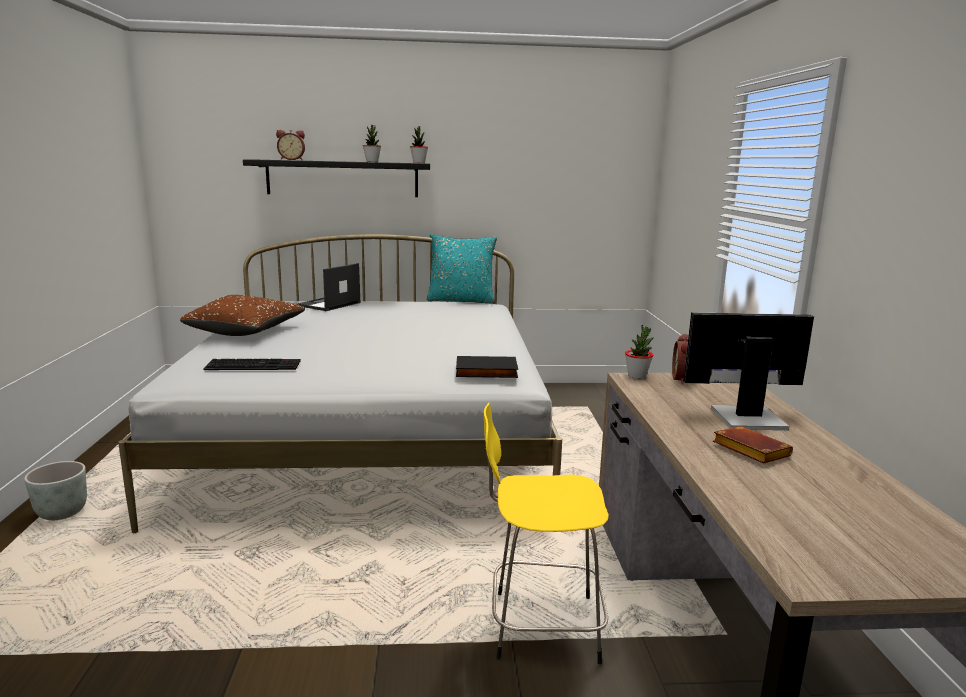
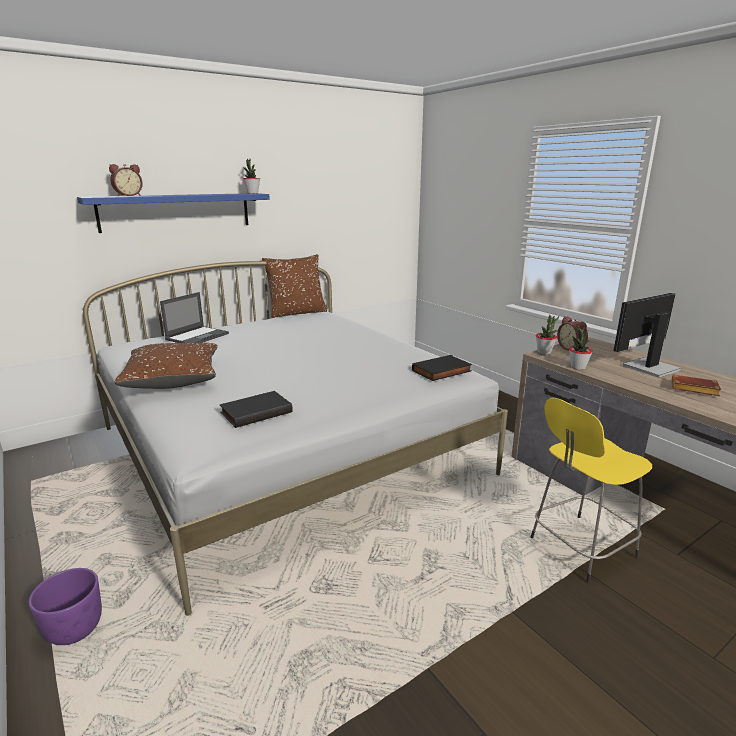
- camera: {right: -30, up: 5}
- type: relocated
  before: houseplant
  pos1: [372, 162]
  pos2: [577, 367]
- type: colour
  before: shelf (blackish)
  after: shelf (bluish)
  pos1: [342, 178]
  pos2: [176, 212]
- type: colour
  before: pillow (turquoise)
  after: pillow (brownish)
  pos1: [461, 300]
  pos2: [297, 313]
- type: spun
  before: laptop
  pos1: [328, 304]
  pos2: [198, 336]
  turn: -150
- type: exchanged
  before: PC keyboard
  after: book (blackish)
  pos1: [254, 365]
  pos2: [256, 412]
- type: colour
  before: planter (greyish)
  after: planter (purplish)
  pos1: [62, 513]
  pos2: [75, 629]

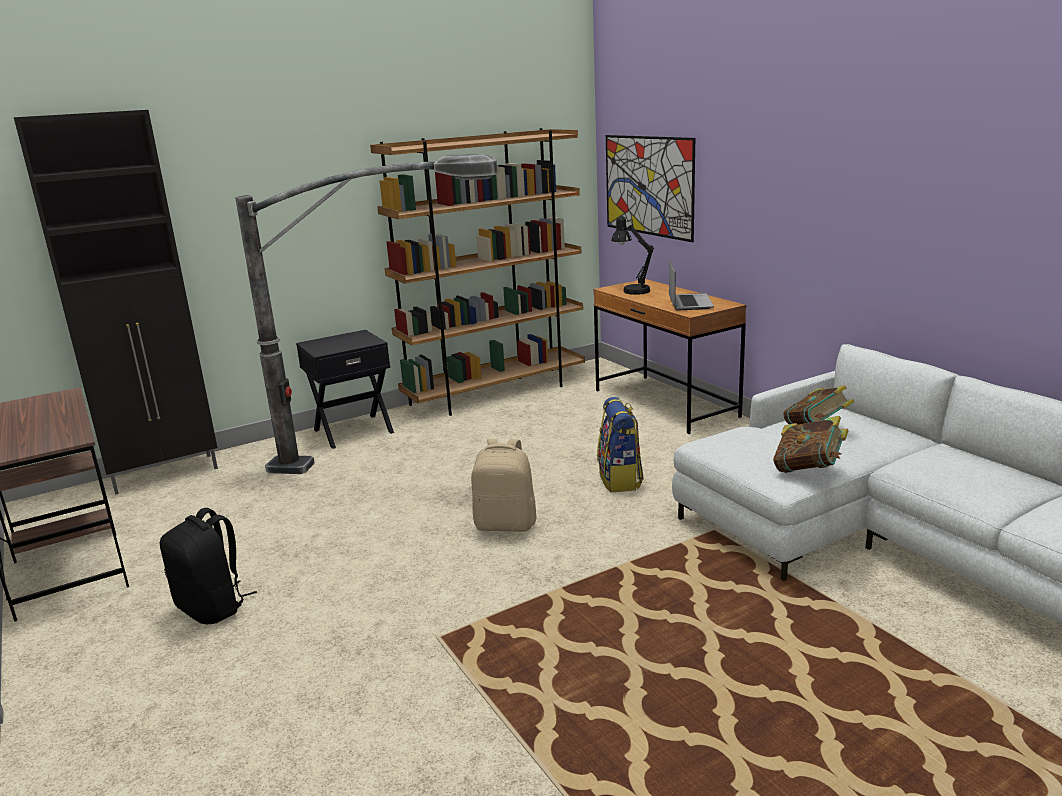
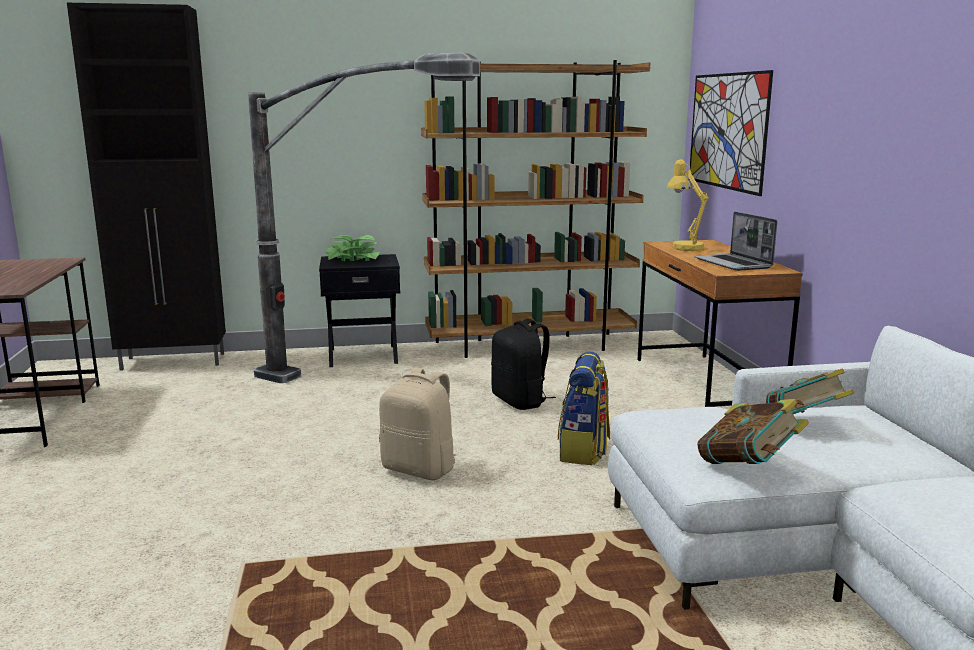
- camera: {right: 20, up: -5}
- type: colour
  before: tabletop lamp (blackish)
  after: tabletop lamp (yellowish)
  pos1: [632, 290]
  pos2: [684, 247]
- type: spun
  before: laptop
  pos1: [689, 303]
  pos2: [734, 264]
  turn: 135
- type: relocated
  before: rucksack (blackish)
  pos1: [213, 607]
  pos2: [520, 401]
- type: appeared
  after: houseplant
  pos2: [353, 259]

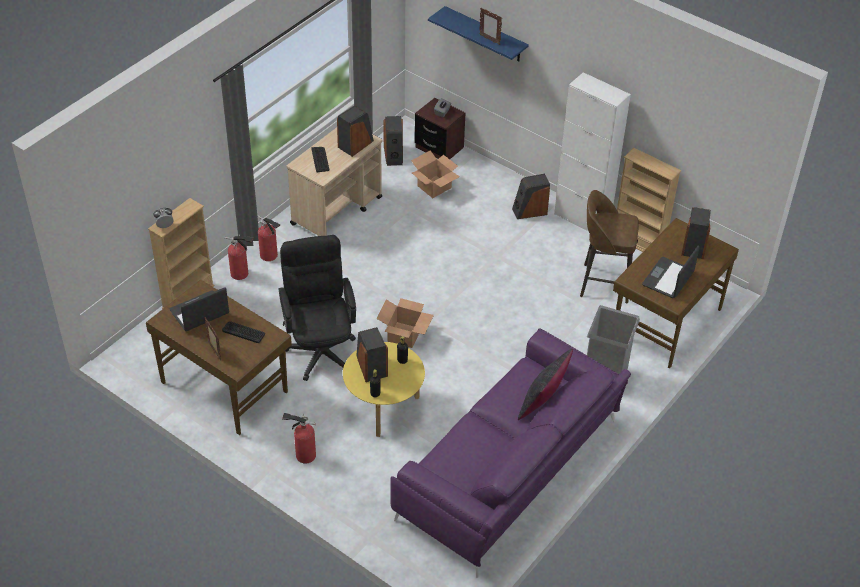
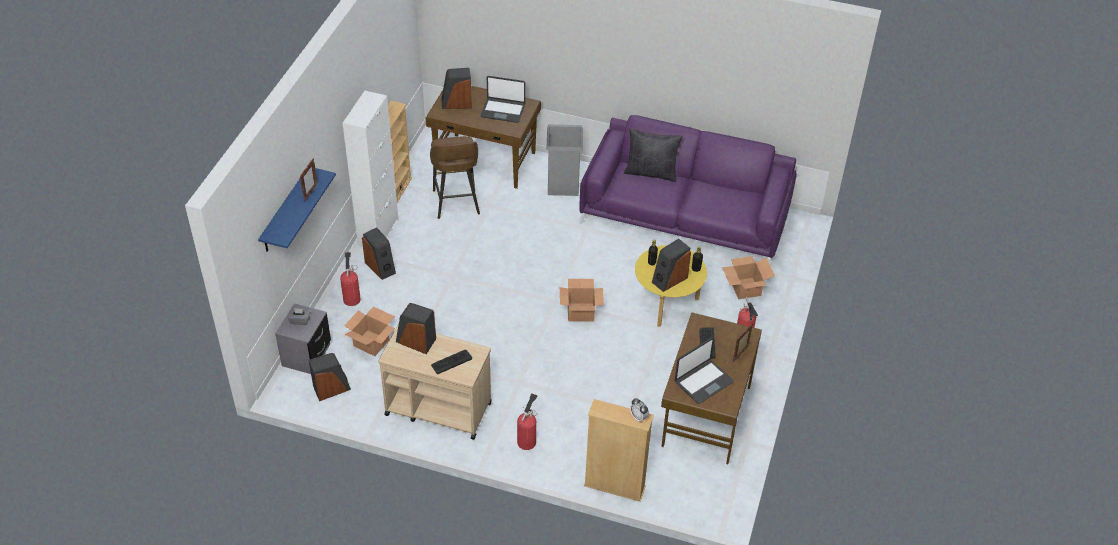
- camera: {right: -110, up: 0}
- type: colour
  before: night table (brownish)
  after: night table (greyish)
  pos1: [439, 147]
  pos2: [306, 355]
- type: relocated
  before: fire-fighting cylinder
  pos1: [241, 274]
  pos2: [352, 298]
- type: missing
  before: computer chair (blackish)
  pos1: [320, 347]
- type: spun
  before: laptop
  pos1: [200, 313]
  pos2: [703, 381]
  turn: -75
- type: appeared
  after: cardboard box
  pos2: [746, 289]

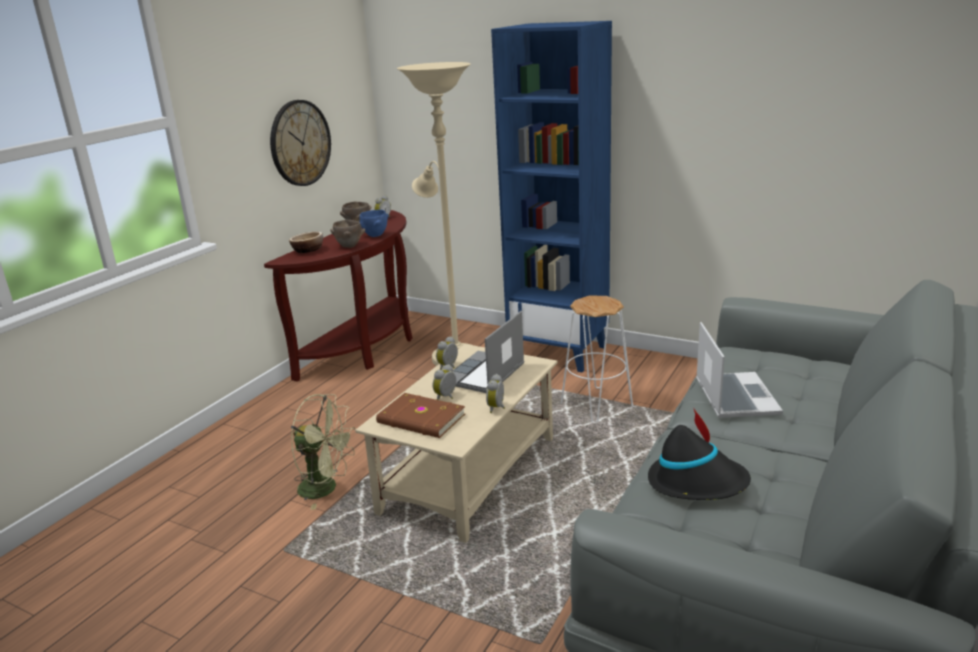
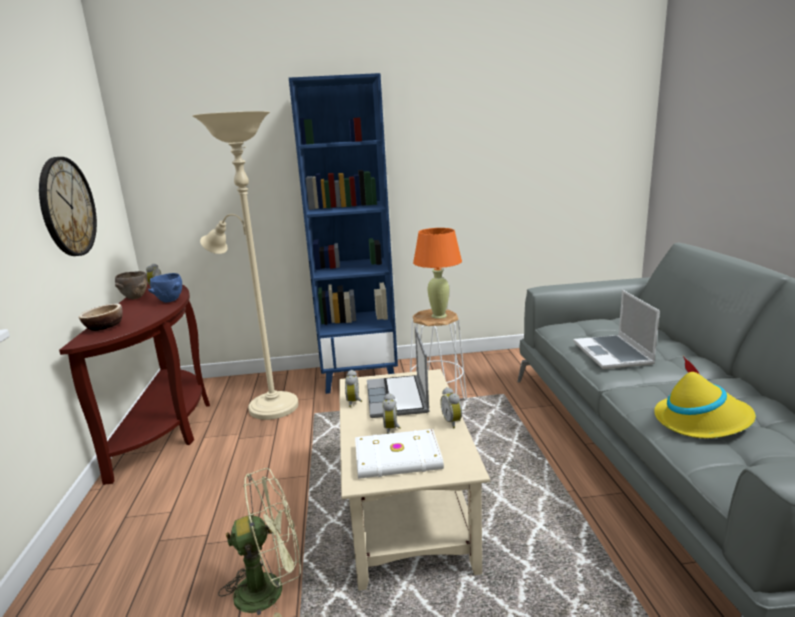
- camera: {right: -35, up: -5}
- type: missing
  before: serving bowl (brownish)
  pos1: [349, 246]
- type: spun
  before: laptop
  pos1: [734, 396]
  pos2: [613, 354]
  turn: -150
- type: colour
  before: book (brownish)
  after: book (white)
  pos1: [421, 420]
  pos2: [398, 458]
- type: colour
  before: hat (blackish)
  after: hat (yellowish)
  pos1: [697, 482]
  pos2: [702, 421]
- type: appeared
  after: tabletop lamp (orangey)
  pos2: [439, 316]

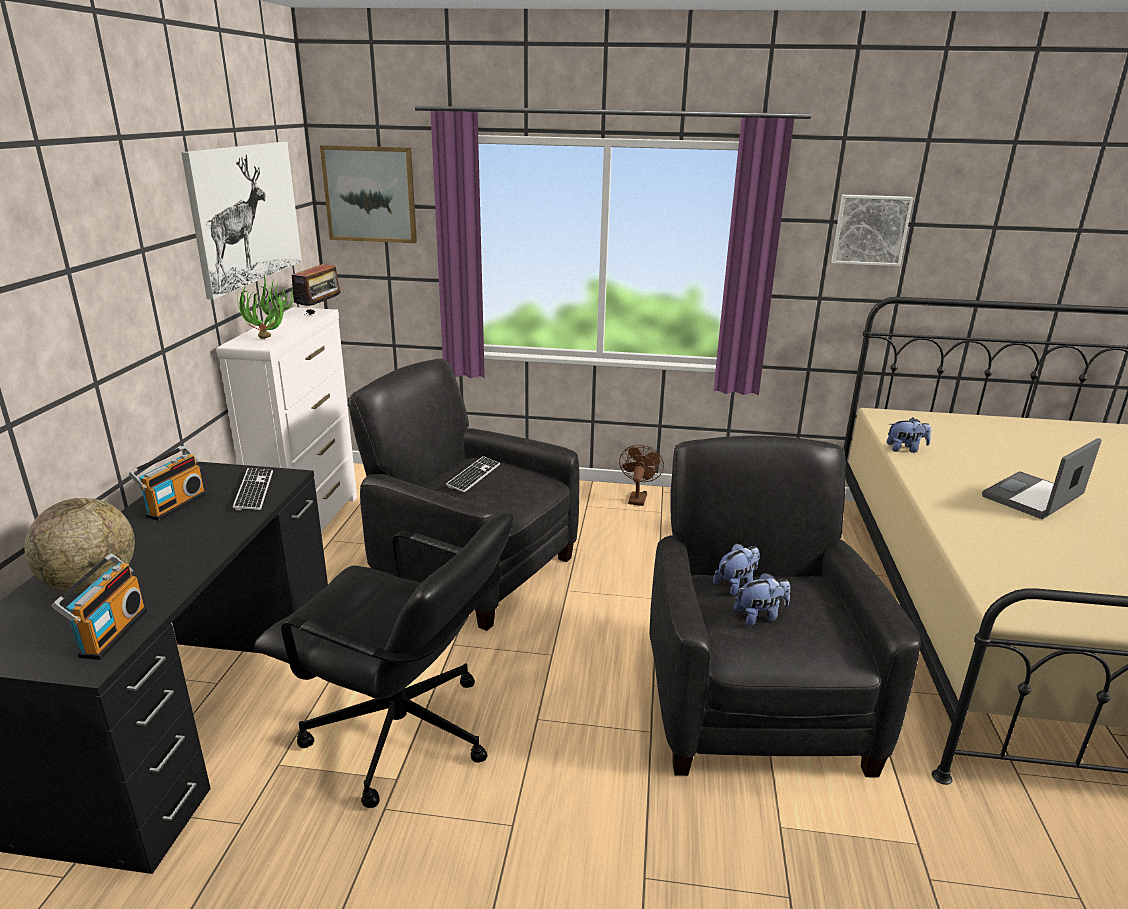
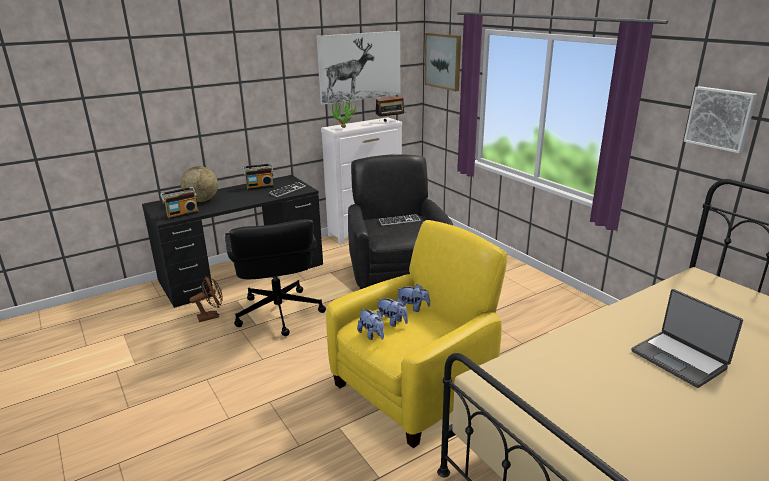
- camera: {right: 50, up: 0}
- type: relocated
  before: cuddly toy
  pos1: [905, 449]
  pos2: [372, 335]
- type: colour
  before: armchair (blackish)
  after: armchair (yellowish)
  pos1: [754, 703]
  pos2: [415, 387]
- type: spun
  before: laptop
  pos1: [1033, 498]
  pos2: [679, 359]
  turn: -135
- type: relocated
  before: fan (brownish)
  pos1: [638, 497]
  pos2: [211, 316]

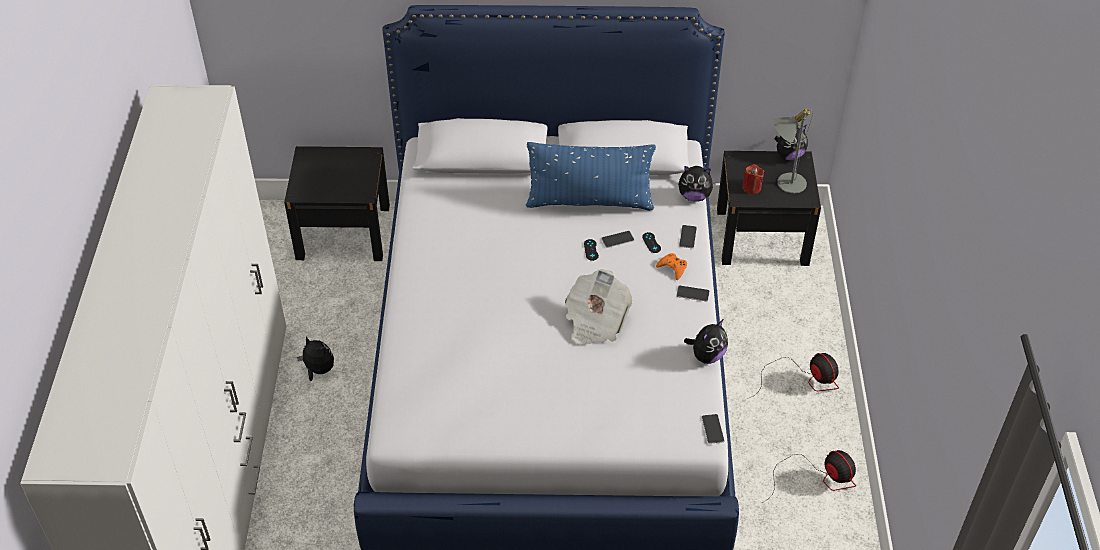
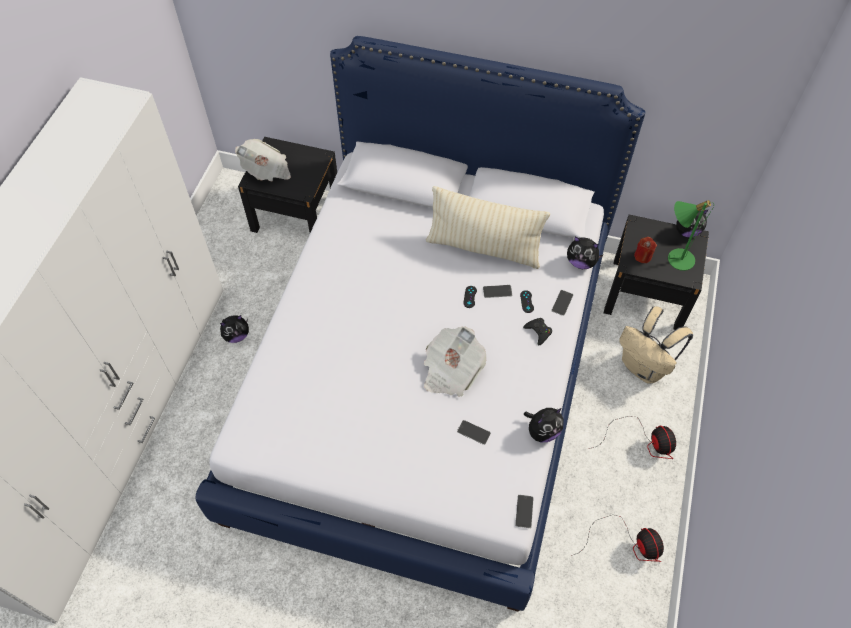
- camera: {right: 15, up: 10}
- type: colour
  before: tabletop lamp (greyish)
  after: tabletop lamp (green-coloured)
  pos1: [785, 181]
  pos2: [676, 257]
- type: colour
  before: pillow (bluish)
  after: pillow (beige-coloured)
  pos1: [589, 202]
  pos2: [484, 248]
- type: colour
  before: gamepad (orangey)
  after: gamepad (blackish)
  pos1: [672, 268]
  pos2: [538, 332]
- type: relocated
  before: telephone
  pos1: [693, 293]
  pos2: [473, 432]
- type: spun
  before: cuddly toy
  pos1: [318, 370]
  pos2: [236, 335]
  turn: 105
- type: appeared
  after: newspaper
  pos2: [266, 171]
- type: appeared
  after: rucksack (beige-coloured)
  pos2: [644, 367]

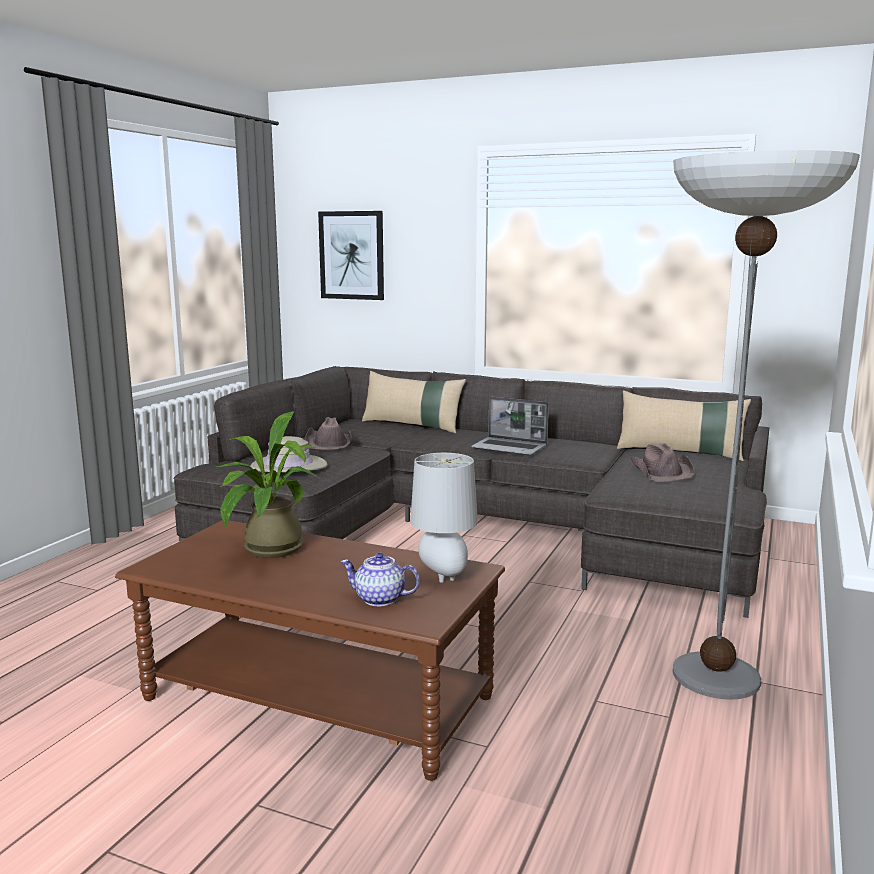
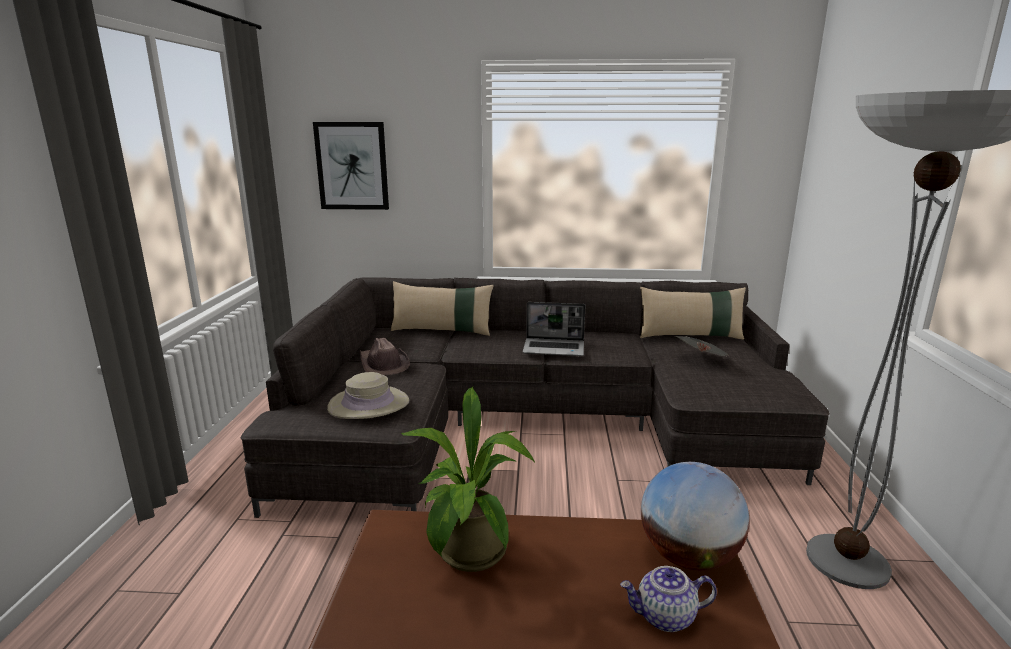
- camera: {right: -20, up: 5}
- type: exchanged
  before: hat (brownish)
  after: newspaper
  pos1: [662, 471]
  pos2: [702, 361]
- type: exchanged
  before: tabletop lamp (greyish)
  after: desk globe
  pos1: [444, 576]
  pos2: [688, 556]

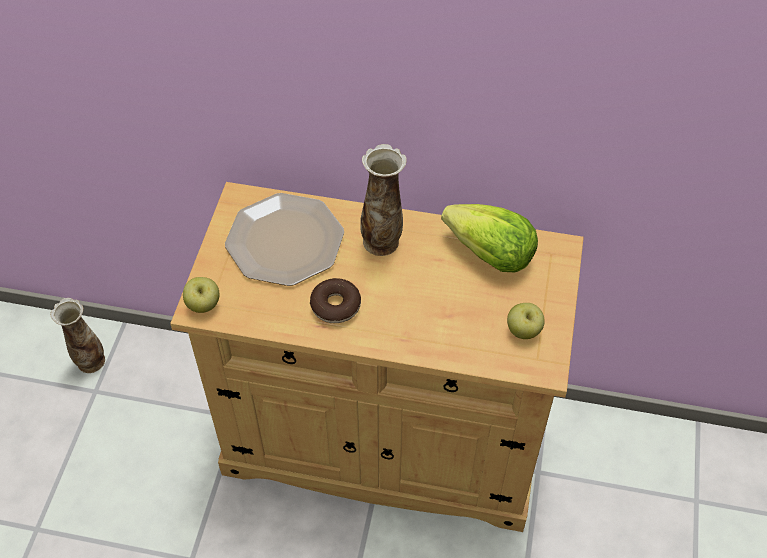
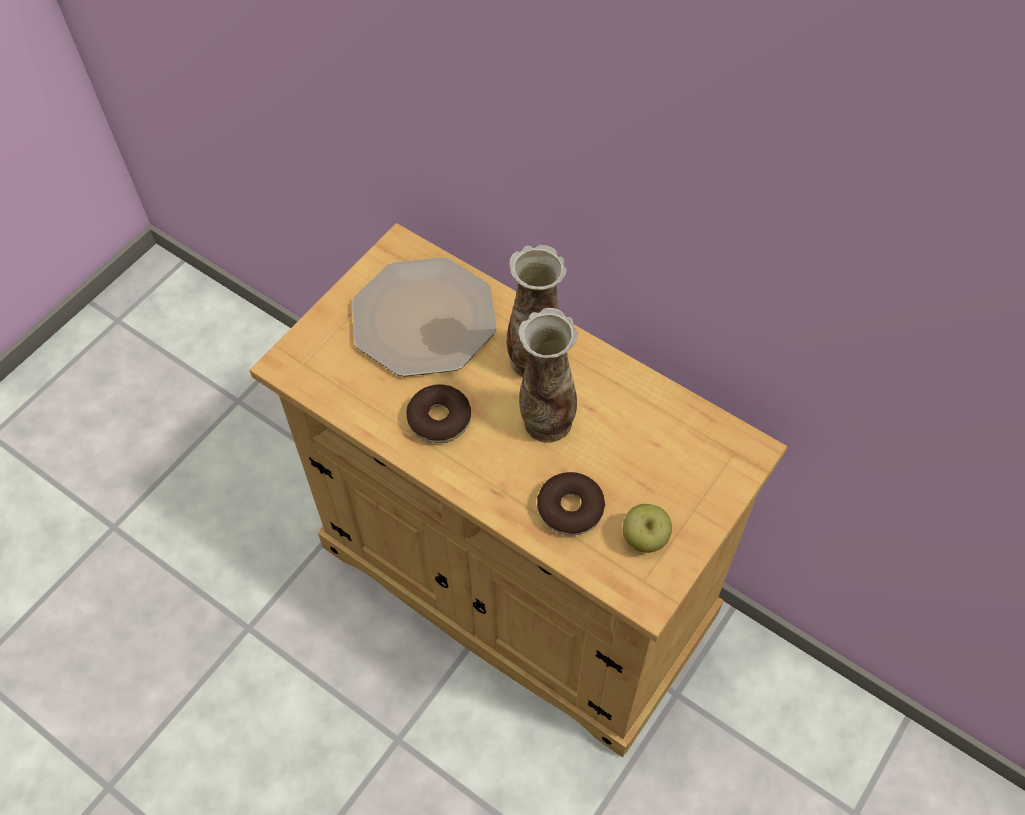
- camera: {right: 25, up: 5}
- type: missing
  before: lettuce head
  pos1: [490, 255]
- type: missing
  before: apple fruit
  pos1: [203, 305]
- type: relocated
  before: decorative vase
  pos1: [90, 362]
  pos2: [546, 423]
- type: appeared
  after: doughnut
  pos2: [570, 509]

